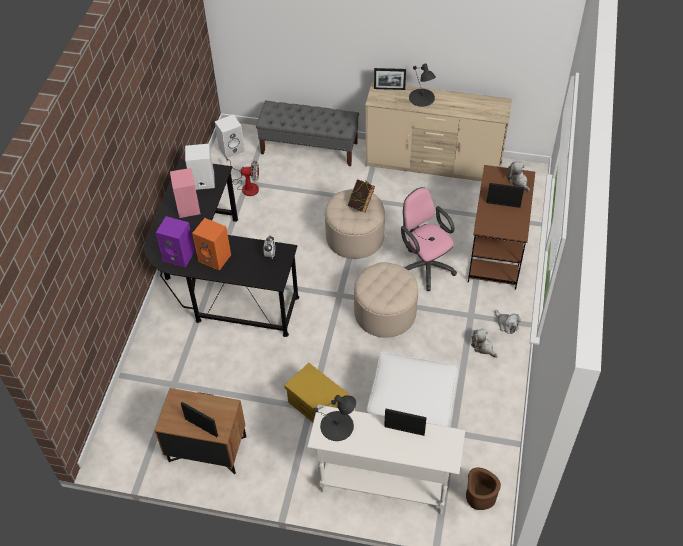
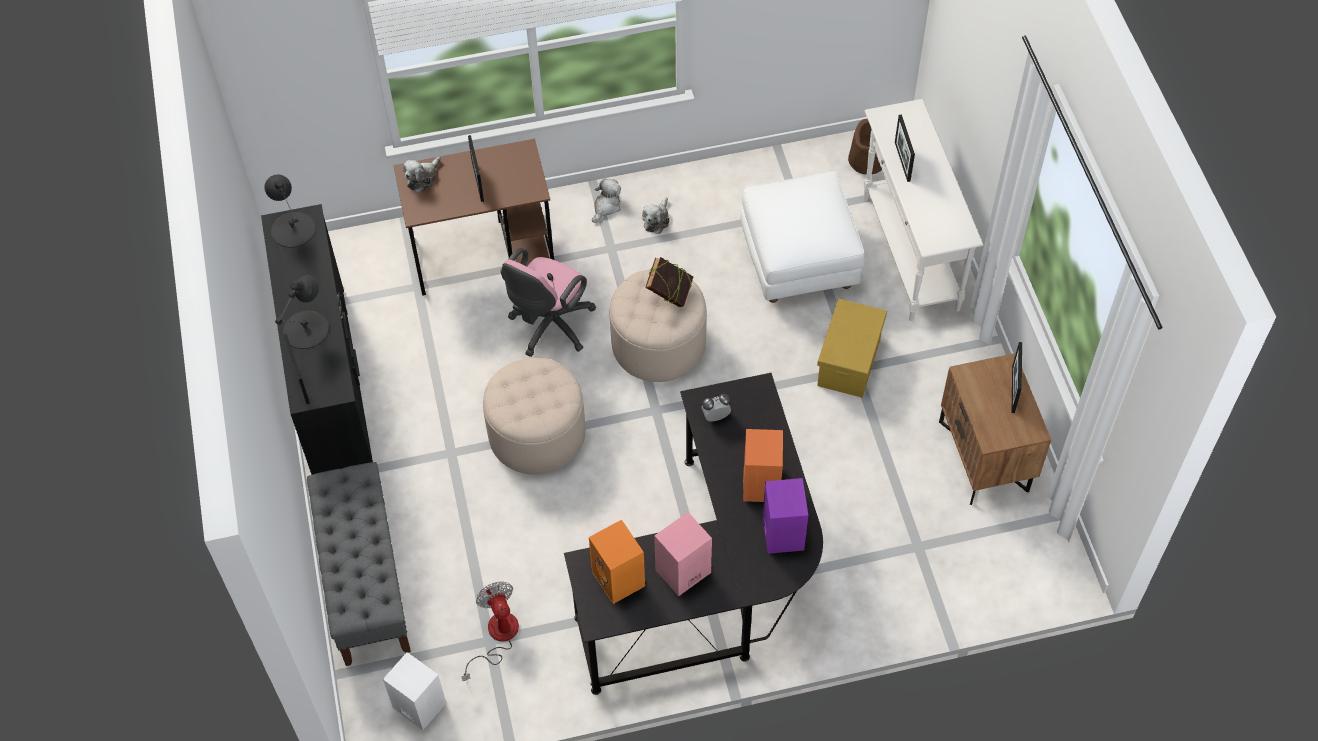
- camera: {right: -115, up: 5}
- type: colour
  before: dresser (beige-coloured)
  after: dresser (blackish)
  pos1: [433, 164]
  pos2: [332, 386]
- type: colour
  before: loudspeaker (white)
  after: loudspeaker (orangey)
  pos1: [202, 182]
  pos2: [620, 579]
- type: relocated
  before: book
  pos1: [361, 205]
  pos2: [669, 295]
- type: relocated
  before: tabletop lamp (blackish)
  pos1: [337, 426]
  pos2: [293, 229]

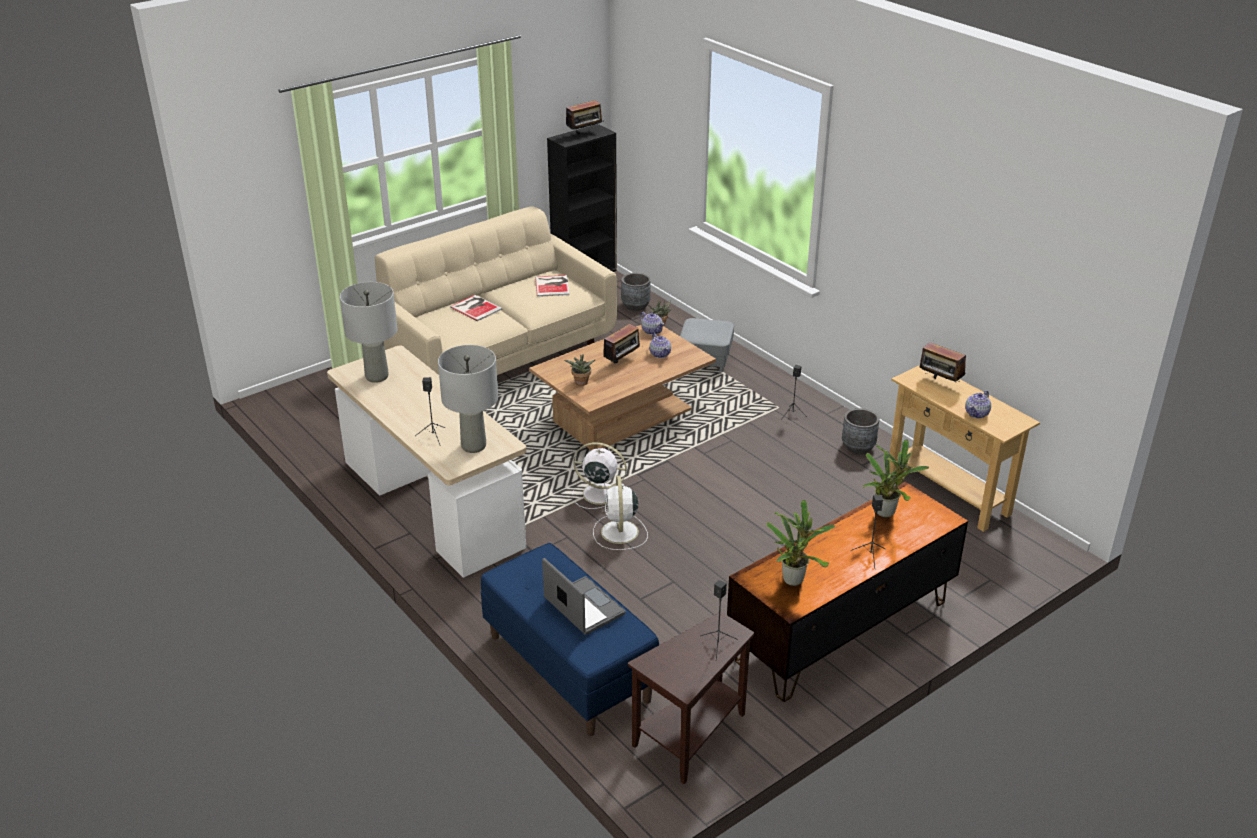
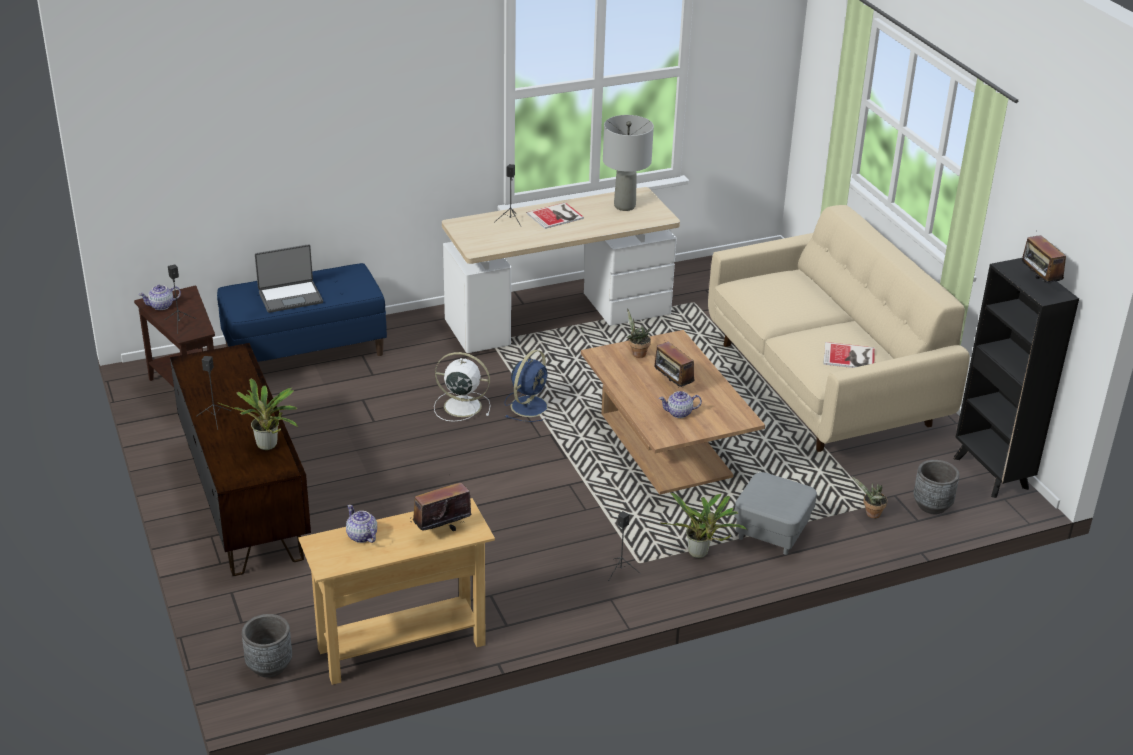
- camera: {right: 105, up: 0}
- type: relocated
  before: book
  pos1: [476, 307]
  pos2: [557, 216]
- type: relocated
  before: teapot
  pos1: [652, 331]
  pos2: [162, 306]
- type: missing
  before: tabletop lamp (greyish)
  pos1: [473, 446]
- type: relocated
  before: planter (greyish)
  pos1: [858, 447]
  pos2: [269, 666]
- type: colour
  before: fan (white)
  after: fan (bluish)
  pos1: [598, 493]
  pos2: [530, 405]
- type: relocated
  before: houseplant
  pos1: [794, 578]
  pos2: [700, 554]

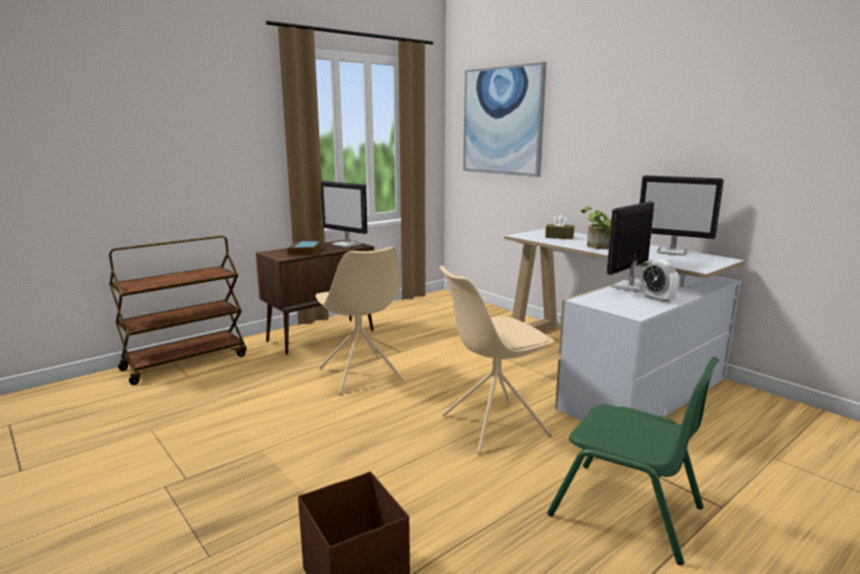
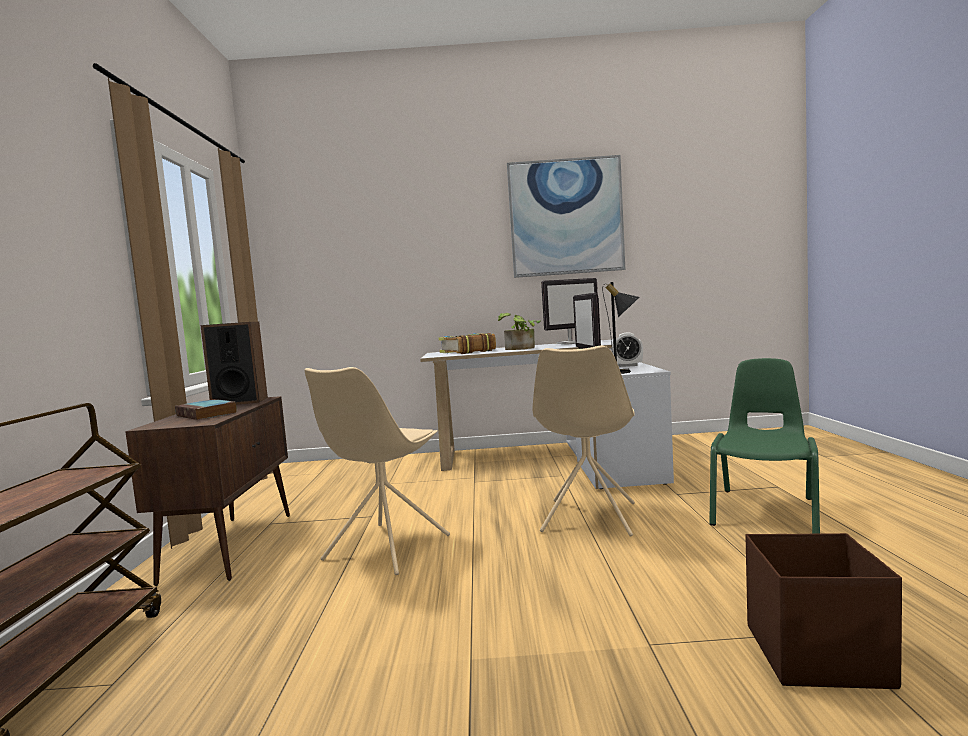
- camera: {right: -50, up: -10}
- type: relocated
  before: picture
  pos1: [502, 121]
  pos2: [566, 217]
- type: exchanged
  before: monitor
  after: loudspeaker
  pos1: [347, 244]
  pos2: [240, 401]
- type: exchanged
  before: tissue holder (brownish)
  after: book
  pos1: [559, 237]
  pos2: [467, 352]
- type: spun
  before: upright chair (beige-coloured)
  pos1: [360, 375]
  pos2: [385, 548]
  turn: 105
- type: spun
  before: upright chair (green-coloured)
  pos1: [627, 511]
  pos2: [765, 512]
  turn: -45
- type: appeared
  after: tabletop lamp (blackish)
  pos2: [621, 372]

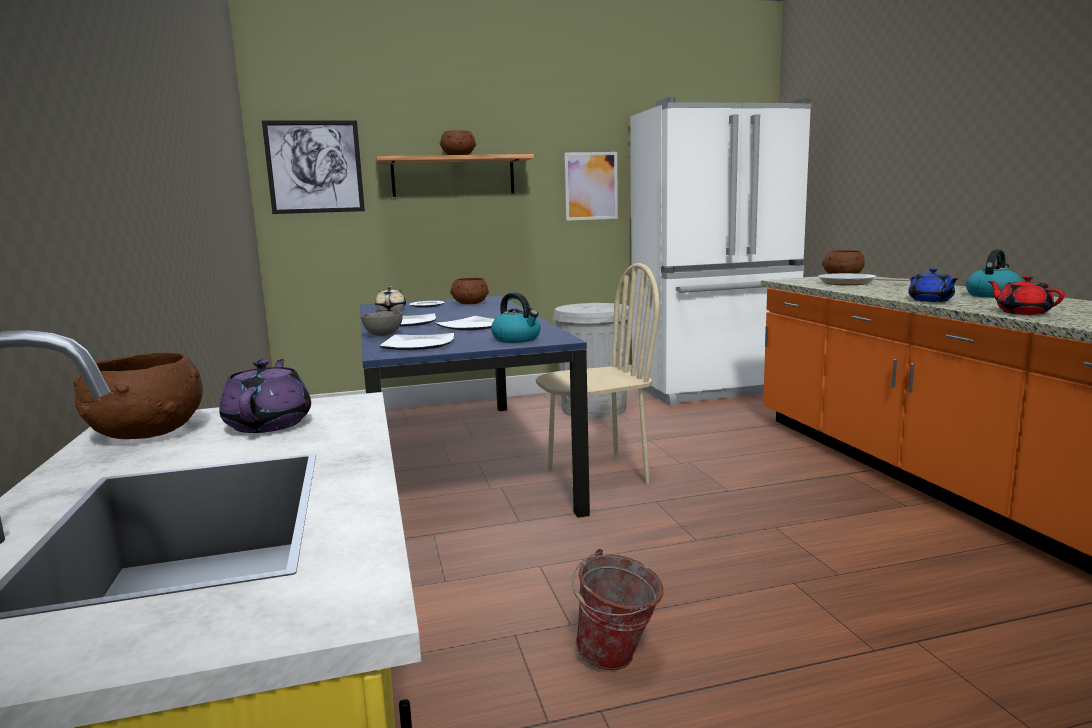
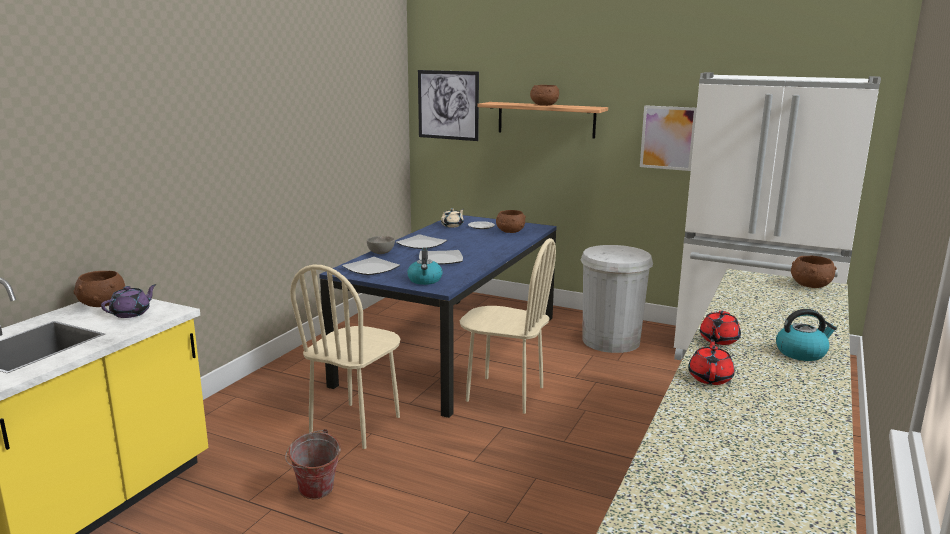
- camera: {right: 40, up: 5}
- type: colour
  before: teapot (bluish)
  after: teapot (red-coloured)
  pos1: [931, 300]
  pos2: [718, 340]
- type: missing
  before: pan
  pos1: [850, 283]
- type: appeared
  after: upright chair (beige-coloured)
  pos2: [356, 425]

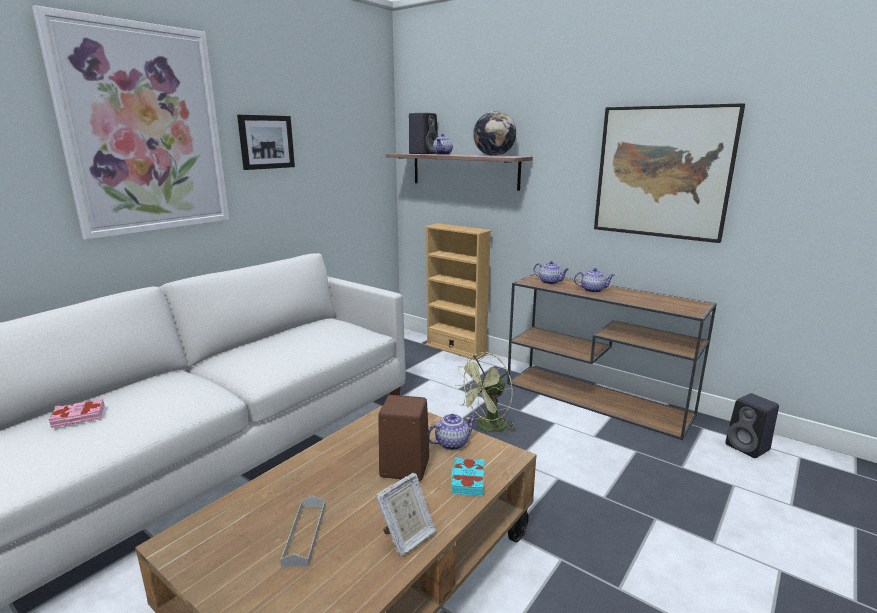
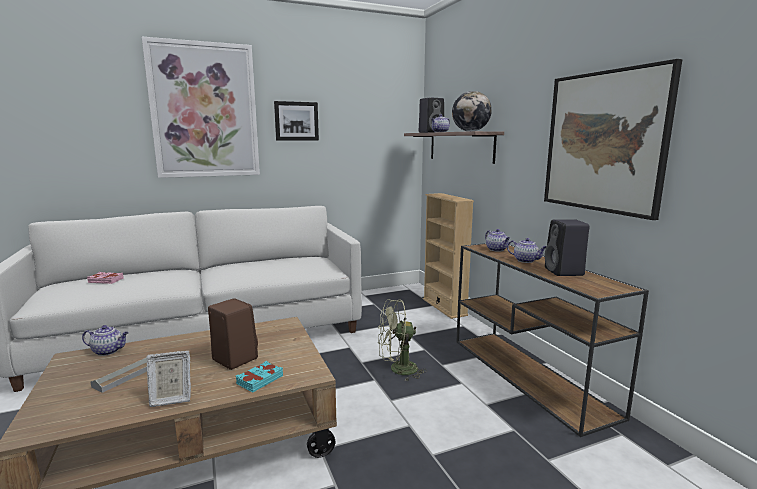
- camera: {right: 30, up: -5}
- type: relocated
  before: loudspeaker (blackish)
  pos1: [748, 448]
  pos2: [564, 272]
- type: relocated
  before: teapot
  pos1: [452, 443]
  pos2: [108, 351]

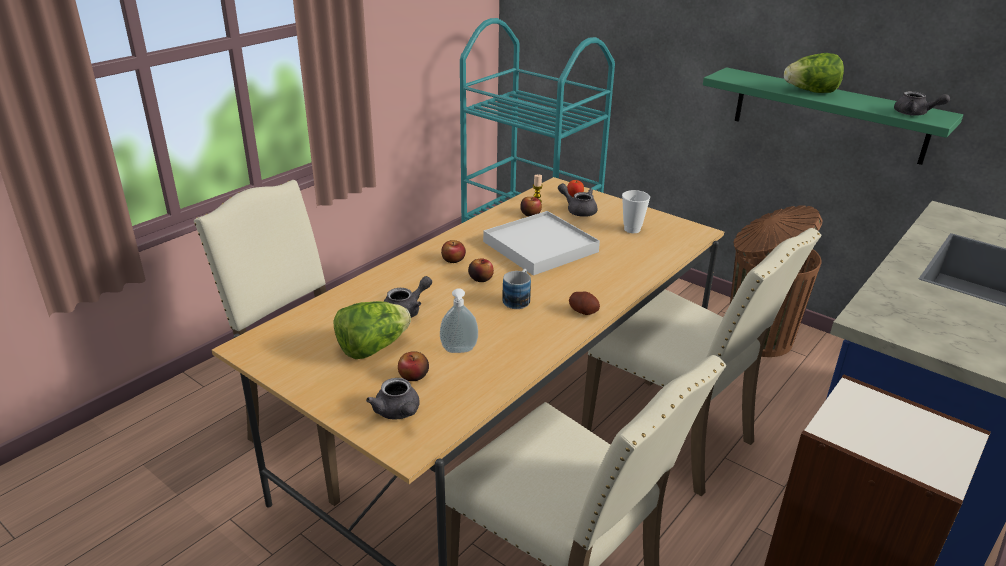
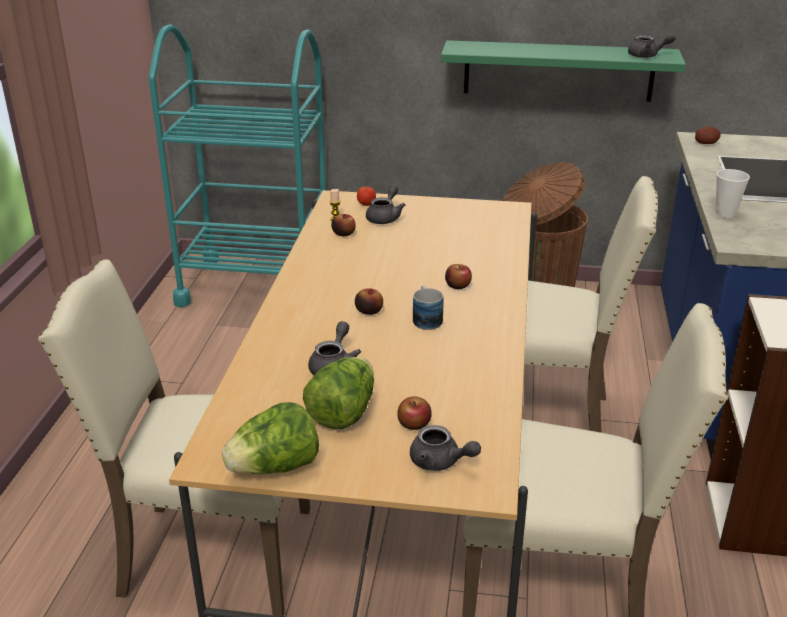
- camera: {right: -30, up: 0}
- type: relocated
  before: lettuce head
  pos1: [810, 92]
  pos2: [275, 468]
- type: spun
  before: teapot (greyish)
  pos1: [578, 210]
  pos2: [385, 217]
  turn: 105
- type: relocated
  before: small cup
  pos1: [632, 229]
  pos2: [725, 213]
- type: missing
  before: tray (white)
  pos1: [540, 247]
- type: relocated
  before: apple fruit
  pos1: [453, 260]
  pos2: [458, 285]
- type: missing
  before: soap bottle
  pos1: [459, 351]
- type: relocated
  before: spud
  pos1: [583, 311]
  pos2: [706, 143]

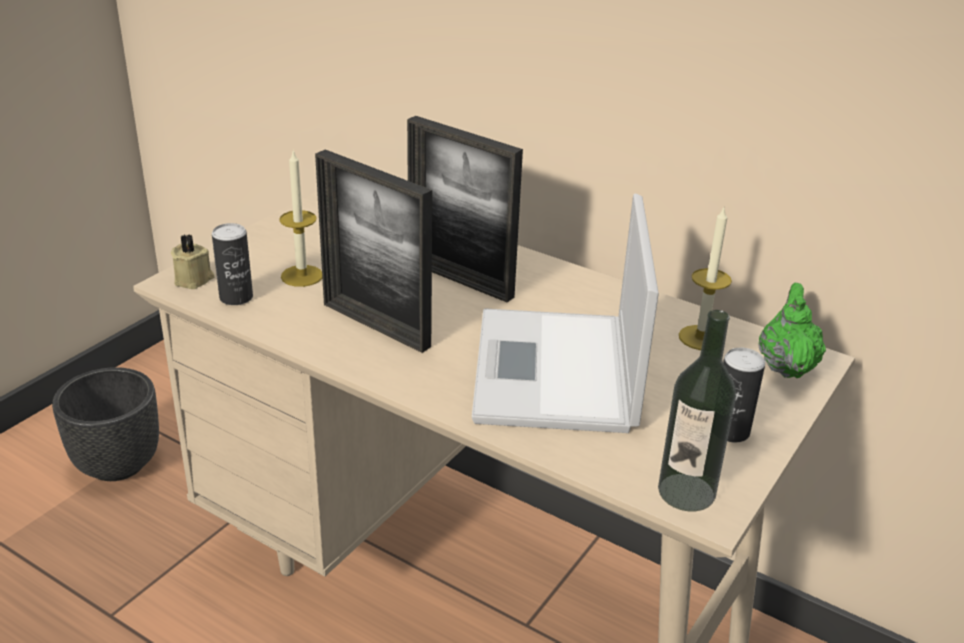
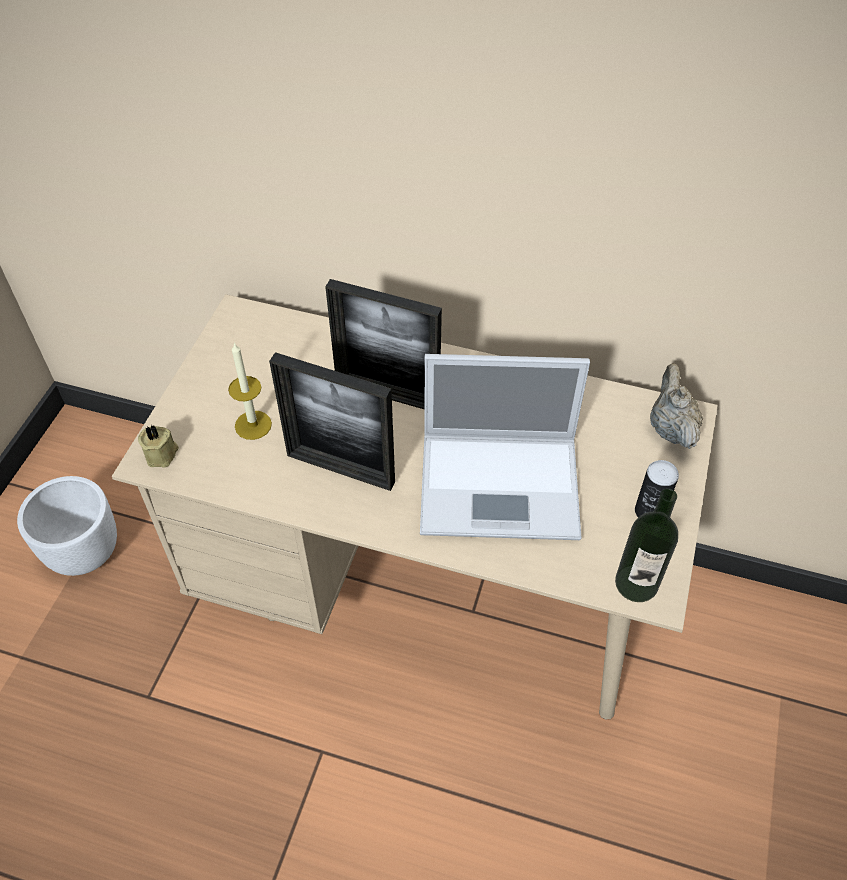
- camera: {right: -15, up: 20}
- type: spun
  before: laptop
  pos1: [556, 373]
  pos2: [503, 485]
  turn: -75
- type: missing
  before: wax light
  pos1: [701, 338]
- type: missing
  before: can
  pos1: [236, 297]
- type: colour
  before: teapot (green-coloured)
  after: teapot (beige-coloured)
  pos1: [786, 366]
  pos2: [670, 428]
- type: colour
  before: planter (blackish)
  after: planter (white)
  pos1: [119, 464]
  pos2: [85, 552]

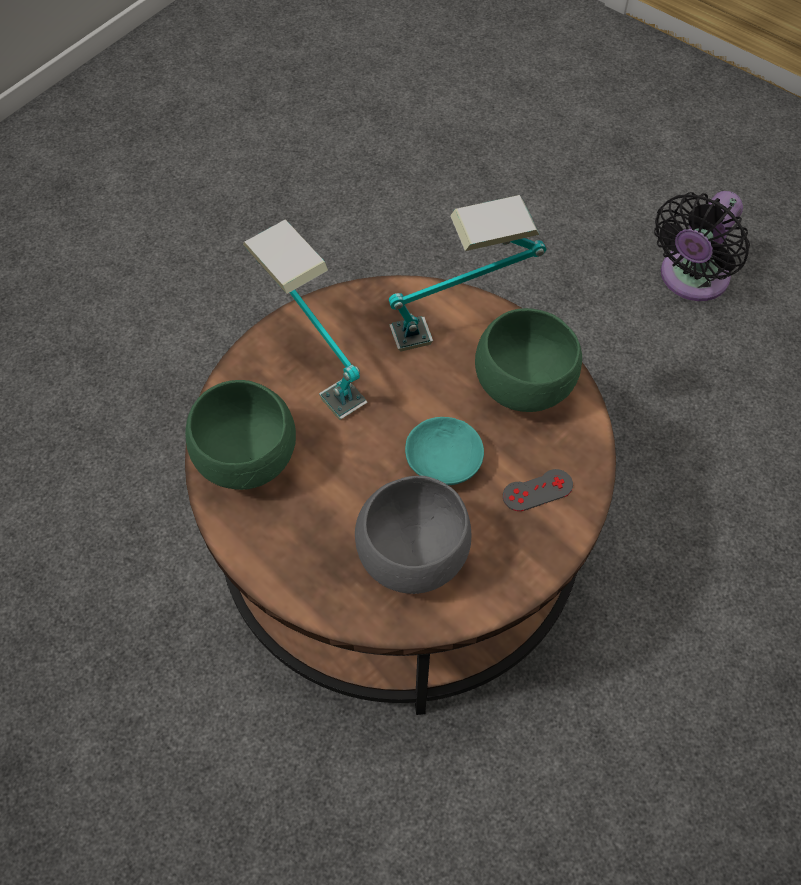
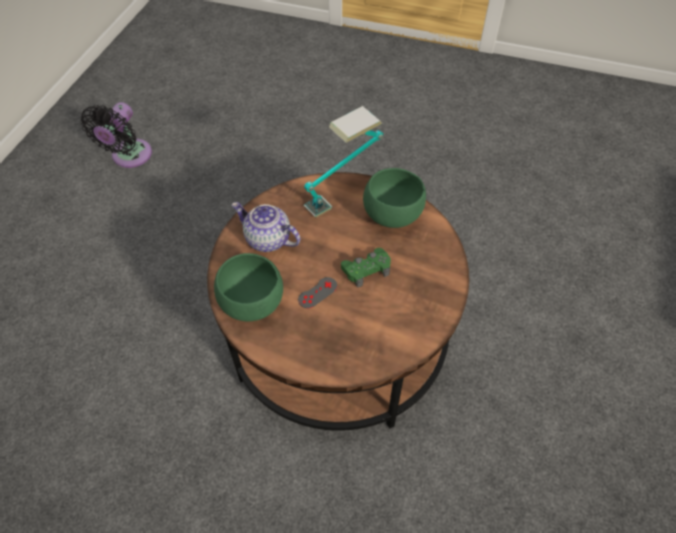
- camera: {right: -20, up: -5}
- type: relocated
  before: fan (blackish)
  pos1: [690, 279]
  pos2: [129, 157]
- type: exchanged
  before: tabletop lamp
  after: teapot
  pos1: [312, 364]
  pos2: [267, 239]
- type: exchanged
  before: serving bowl (turquoise)
  after: gamepad (green-coloured)
  pos1: [441, 463]
  pos2: [366, 270]
- type: relocated
  before: gamepad (greyish)
  pos1: [537, 490]
  pos2: [317, 293]
- type: missing
  before: serving bowl (greyish)
  pos1: [410, 554]

